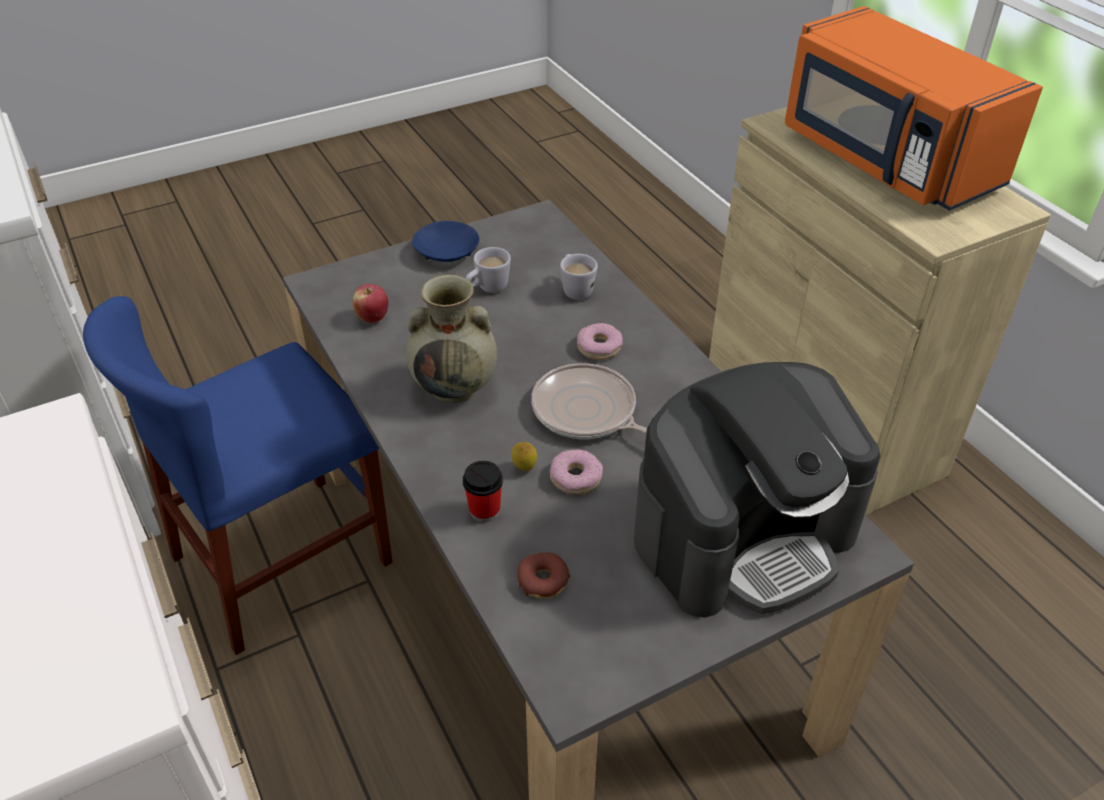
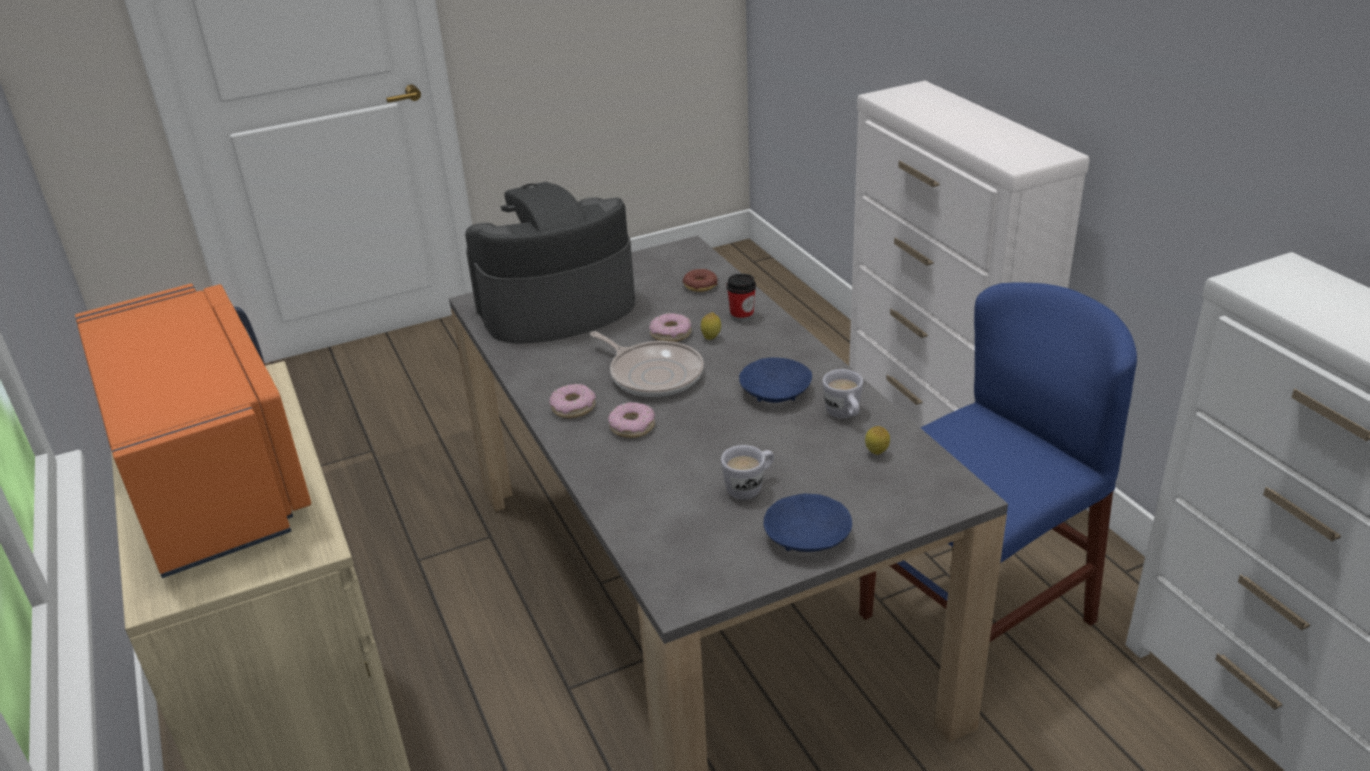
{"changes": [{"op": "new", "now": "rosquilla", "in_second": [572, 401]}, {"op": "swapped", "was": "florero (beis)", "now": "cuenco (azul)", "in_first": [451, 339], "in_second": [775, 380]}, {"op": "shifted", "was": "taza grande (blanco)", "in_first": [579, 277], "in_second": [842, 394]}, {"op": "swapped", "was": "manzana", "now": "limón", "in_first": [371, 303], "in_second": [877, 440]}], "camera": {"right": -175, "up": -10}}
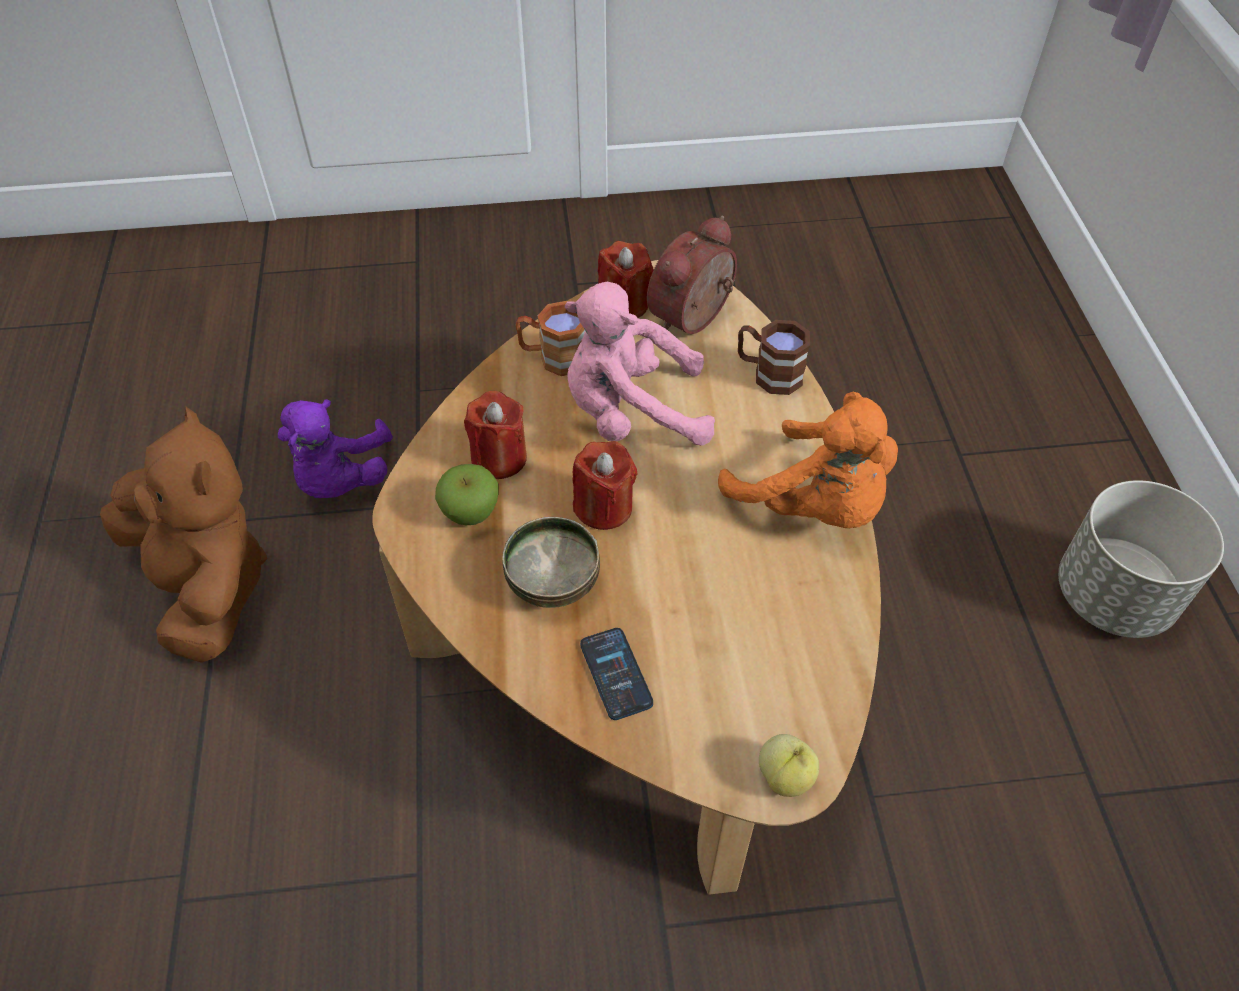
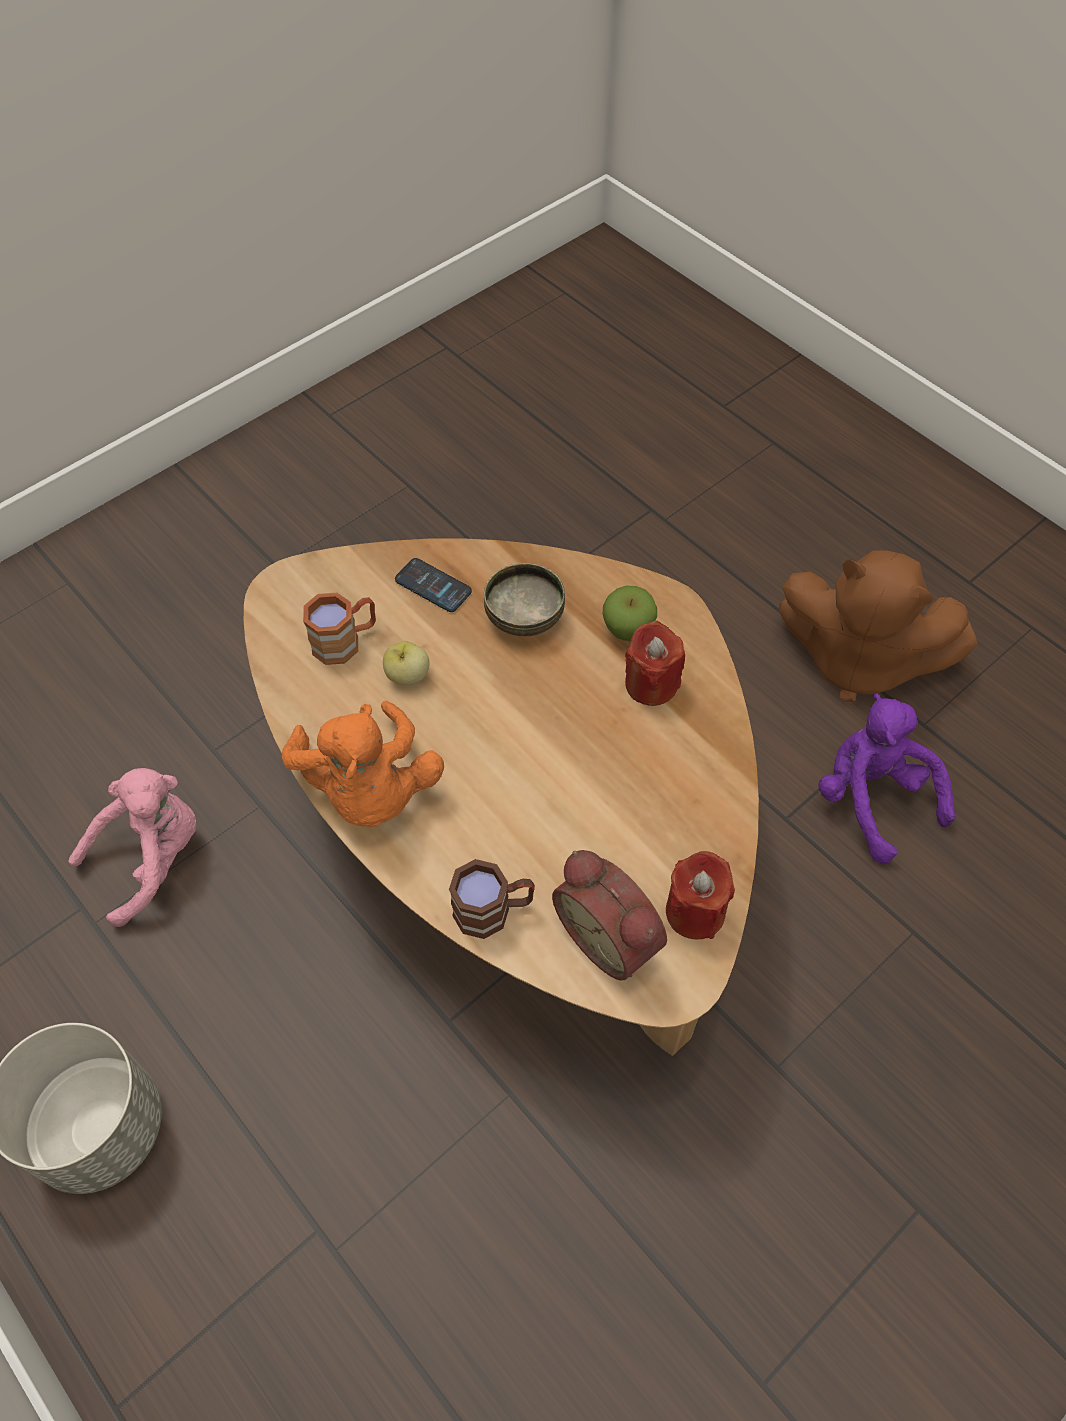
{"changes": [{"op": "shifted", "was": "peluche (rosa)", "in_first": [640, 364], "in_second": [132, 847]}, {"op": "rotated", "was": "peluche (naranja)", "in_first": [808, 460], "in_second": [363, 764], "clockwise": -120}, {"op": "shifted", "was": "taza grande (marrón)", "in_first": [550, 338], "in_second": [339, 629]}, {"op": "shifted", "was": "manzana", "in_first": [789, 765], "in_second": [406, 663]}, {"op": "rotated", "was": "despertador", "in_first": [692, 275], "in_second": [609, 915], "clockwise": 135}, {"op": "gone", "was": "vela (rojo)", "in_first": [604, 485]}], "camera": {"right": 145, "up": 5}}
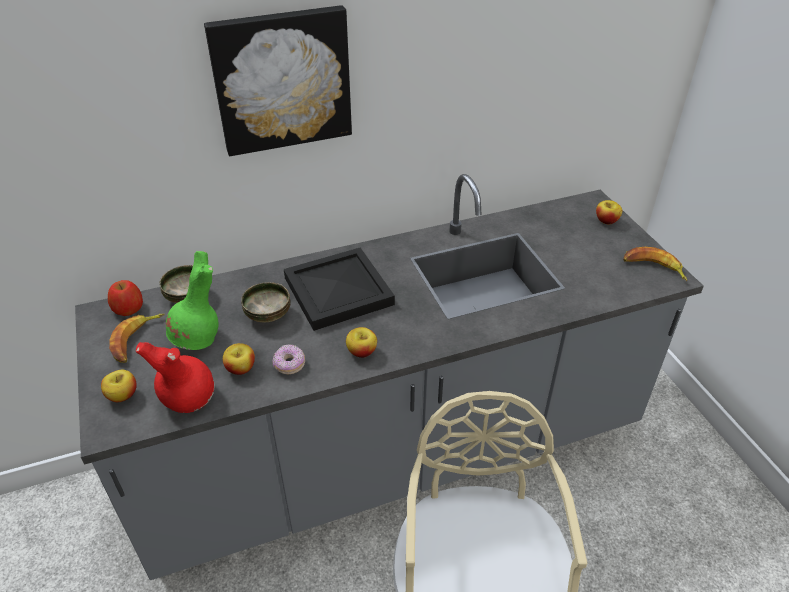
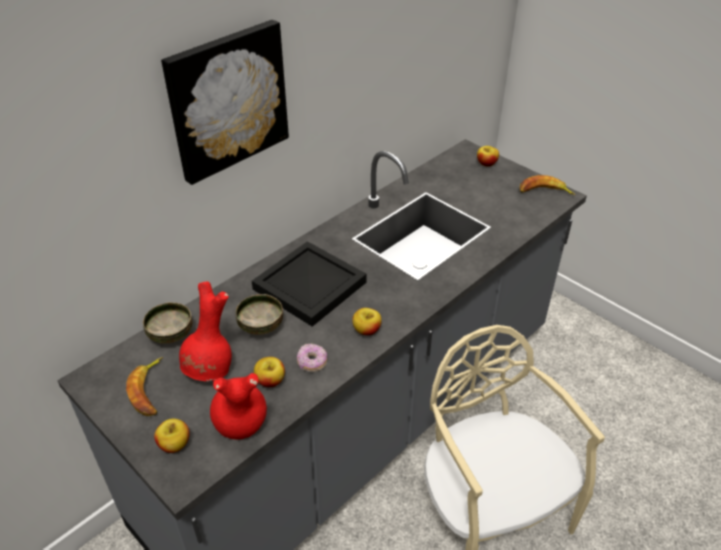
{"changes": [{"op": "repainted", "was": "florero (verde)", "now": "florero (rojo)", "in_first": [192, 300], "in_second": [205, 331]}, {"op": "gone", "was": "manzana", "in_first": [125, 298]}], "camera": {"right": -25, "up": 0}}
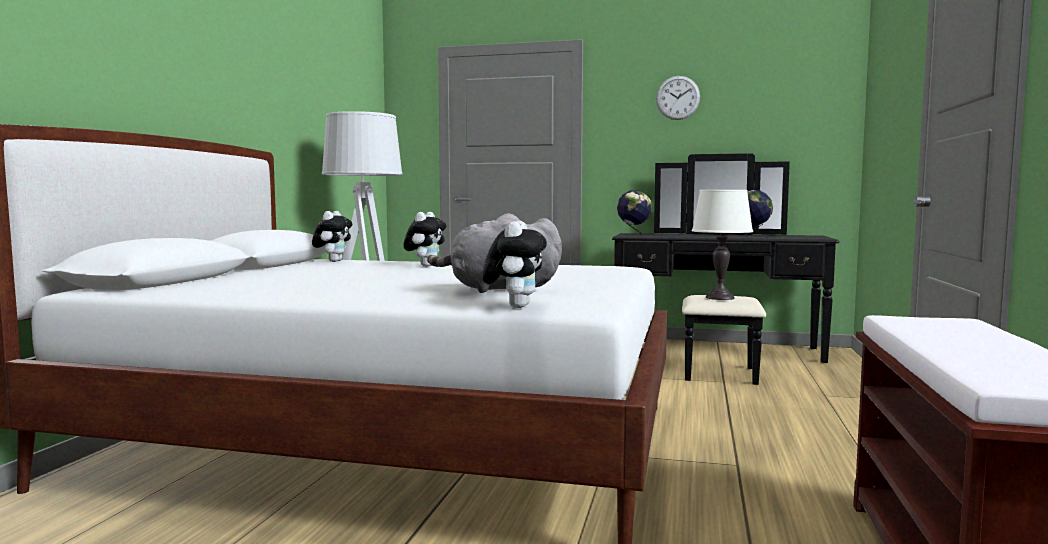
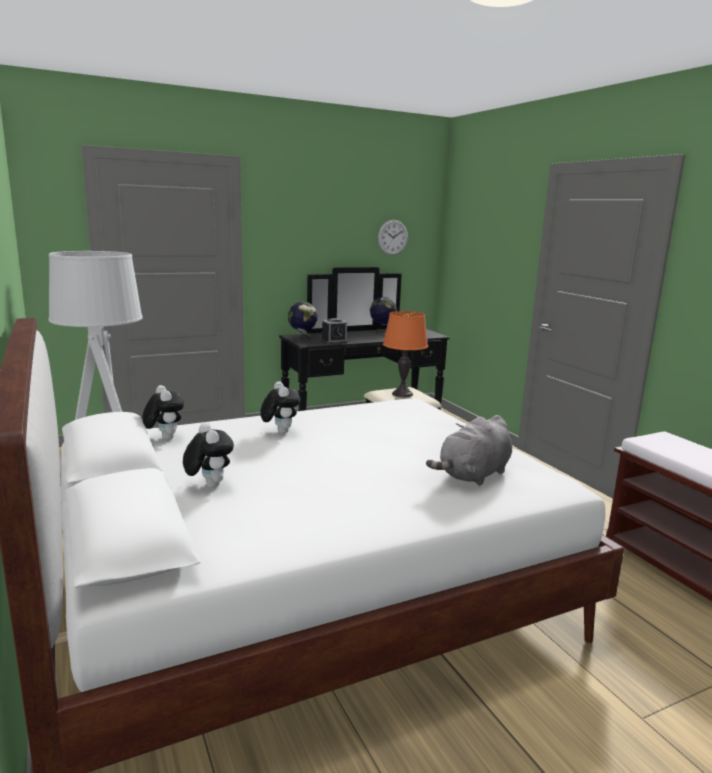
{"changes": [{"op": "shifted", "was": "peluche", "in_first": [514, 264], "in_second": [208, 455]}, {"op": "new", "now": "despertador", "in_second": [334, 331]}, {"op": "shifted", "was": "reloj de pared", "in_first": [678, 98], "in_second": [393, 237]}, {"op": "repainted", "was": "lámpara de mesa (blanco)", "now": "lámpara de mesa (naranja)", "in_first": [722, 245], "in_second": [405, 354]}], "camera": {"right": -40, "up": 10}}
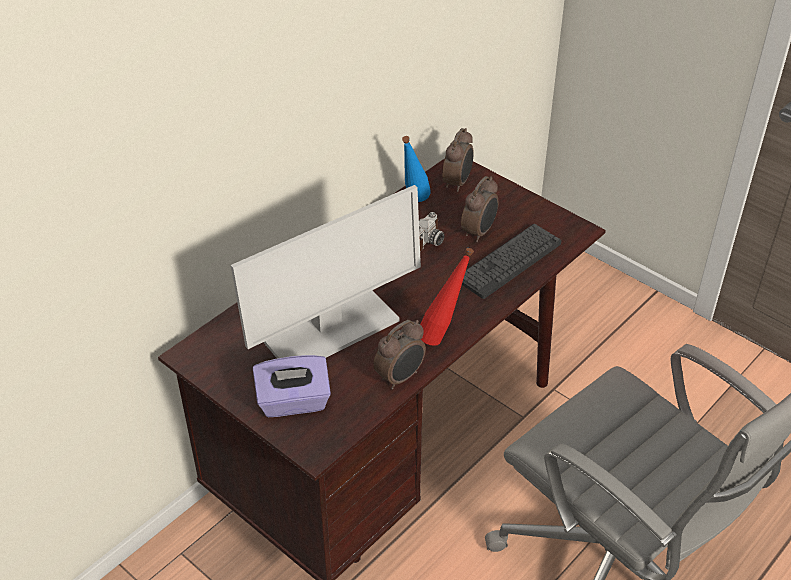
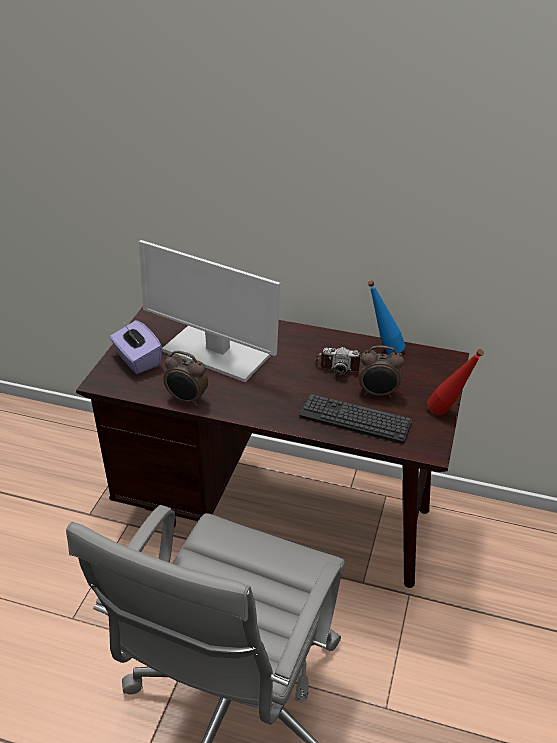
{"changes": [{"op": "shifted", "was": "botella (rojo)", "in_first": [447, 297], "in_second": [455, 382]}, {"op": "gone", "was": "despertador", "in_first": [458, 160]}], "camera": {"right": 65, "up": -5}}
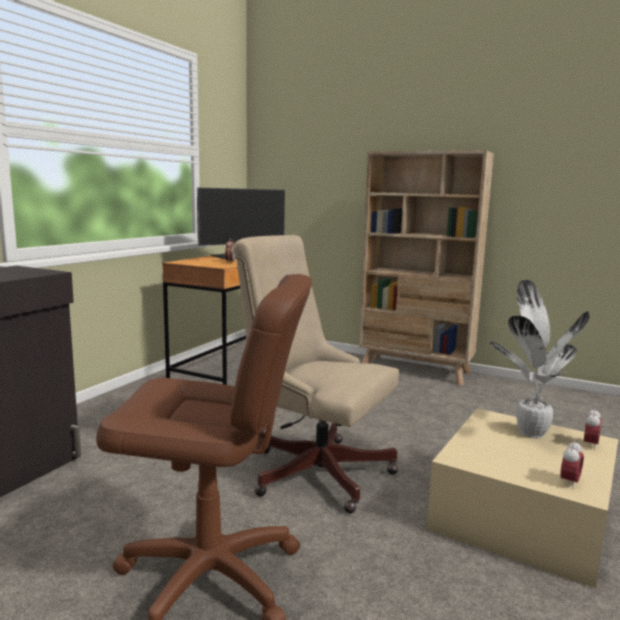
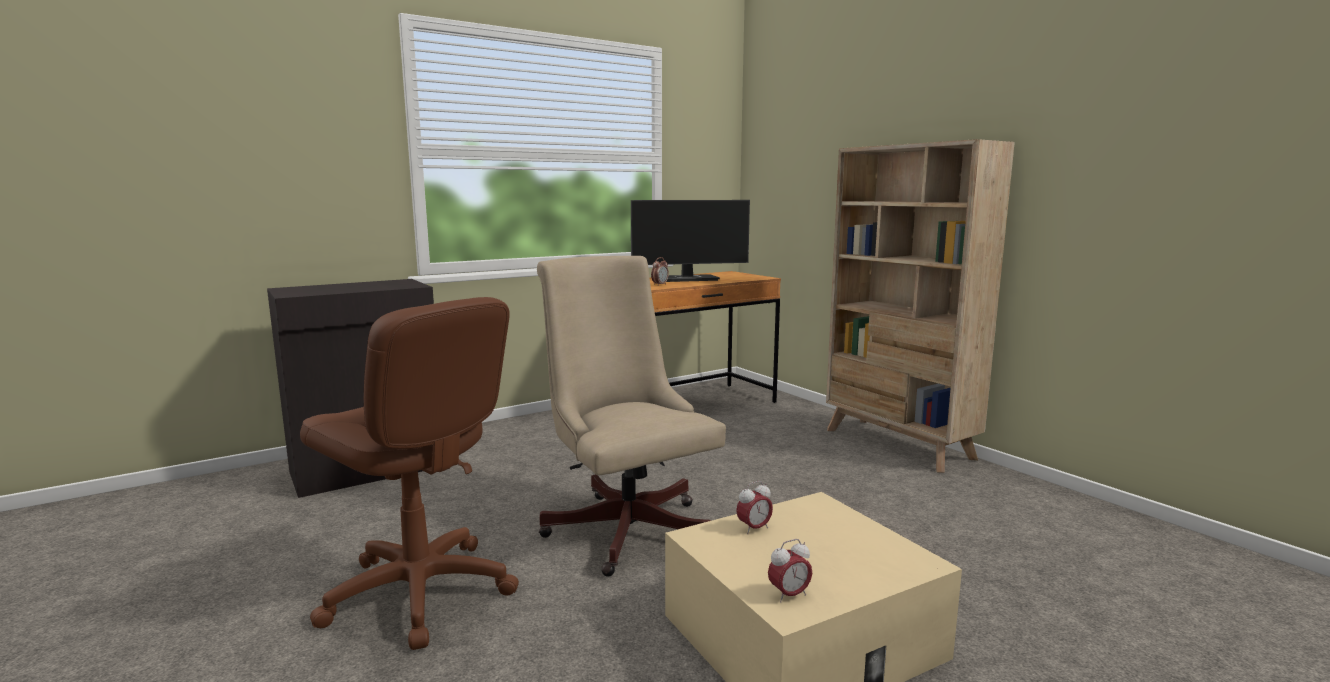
{"changes": [{"op": "shifted", "was": "despertador", "in_first": [593, 428], "in_second": [754, 507]}, {"op": "gone", "was": "planta en maceta", "in_first": [540, 358]}], "camera": {"right": 30, "up": 0}}
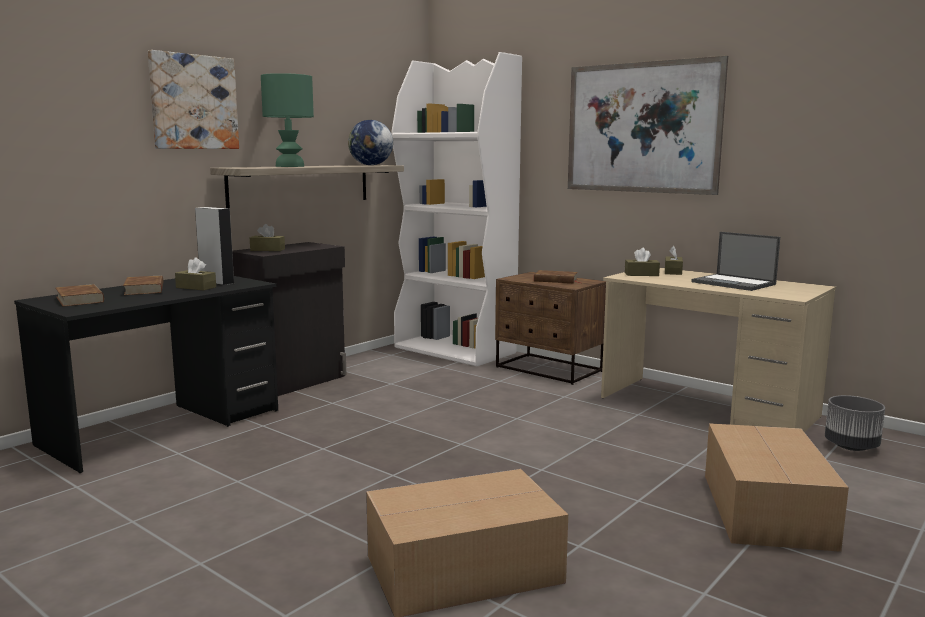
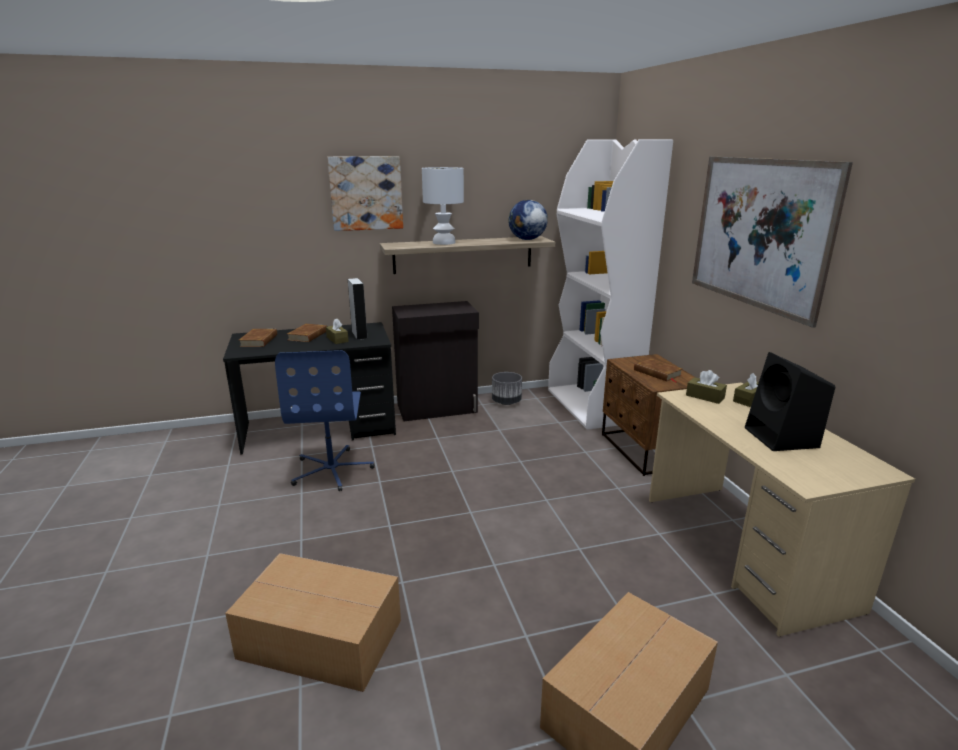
{"changes": [{"op": "new", "now": "silla de oficina (azul)", "in_second": [325, 420]}, {"op": "repainted", "was": "lámpara de mesa (verde)", "now": "lámpara de mesa (blanco)", "in_first": [287, 120], "in_second": [443, 206]}, {"op": "shifted", "was": "maceta (gris)", "in_first": [855, 423], "in_second": [507, 388]}, {"op": "swapped", "was": "portátil", "now": "altavoz (negro)", "in_first": [735, 261], "in_second": [790, 401]}, {"op": "gone", "was": "caja de pañuelos (marrón)", "in_first": [267, 237]}], "camera": {"right": 35, "up": 10}}
